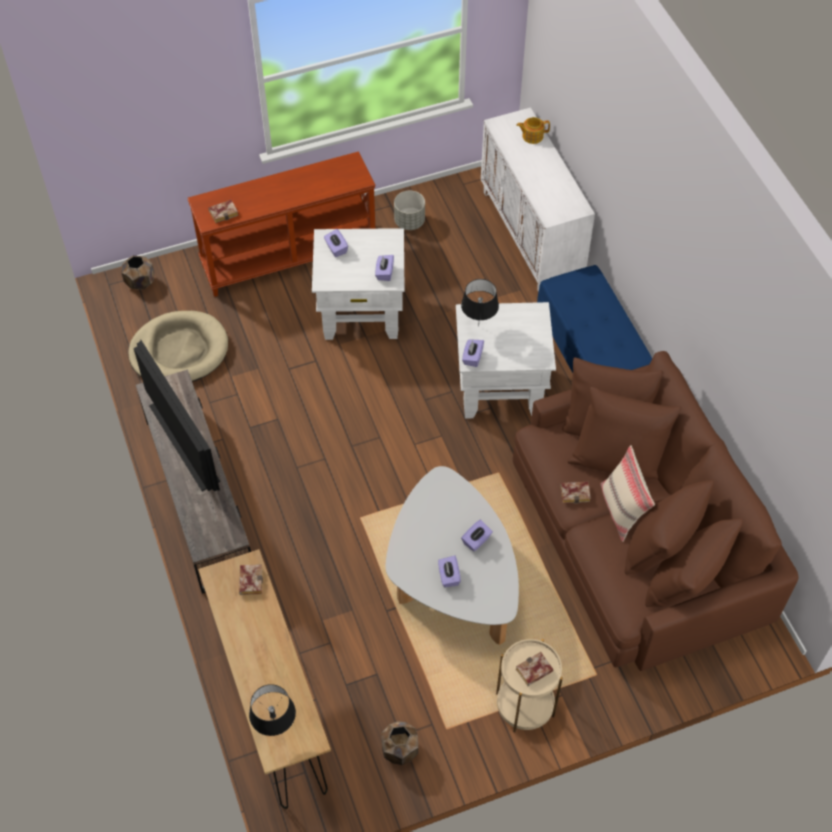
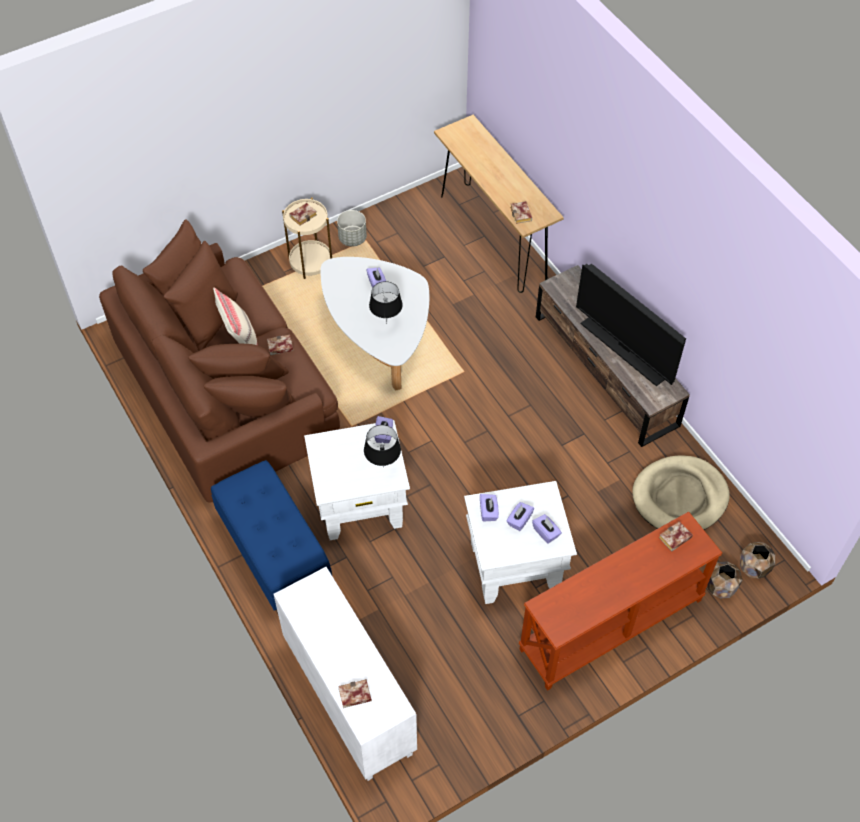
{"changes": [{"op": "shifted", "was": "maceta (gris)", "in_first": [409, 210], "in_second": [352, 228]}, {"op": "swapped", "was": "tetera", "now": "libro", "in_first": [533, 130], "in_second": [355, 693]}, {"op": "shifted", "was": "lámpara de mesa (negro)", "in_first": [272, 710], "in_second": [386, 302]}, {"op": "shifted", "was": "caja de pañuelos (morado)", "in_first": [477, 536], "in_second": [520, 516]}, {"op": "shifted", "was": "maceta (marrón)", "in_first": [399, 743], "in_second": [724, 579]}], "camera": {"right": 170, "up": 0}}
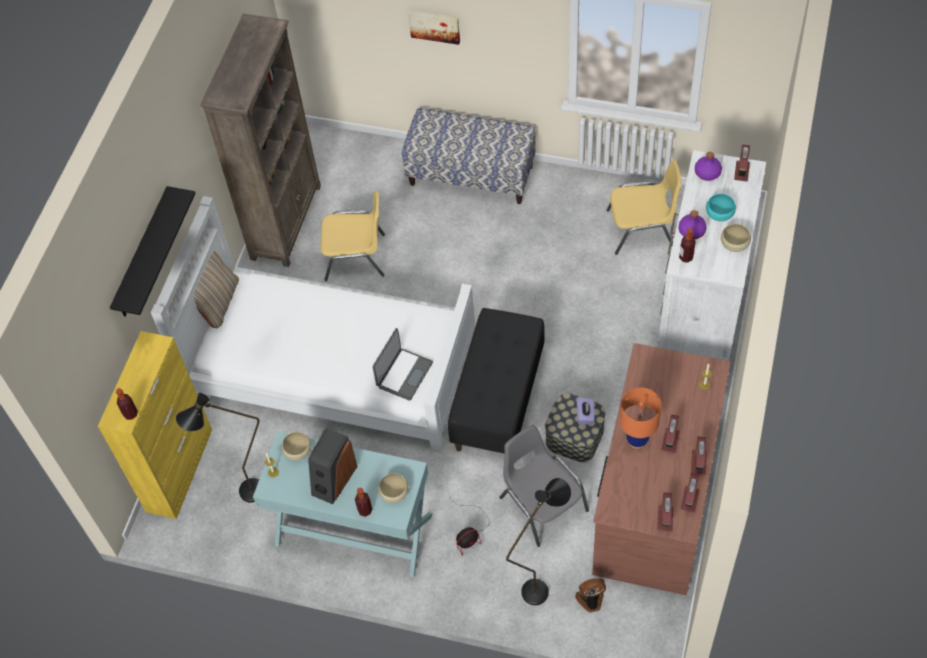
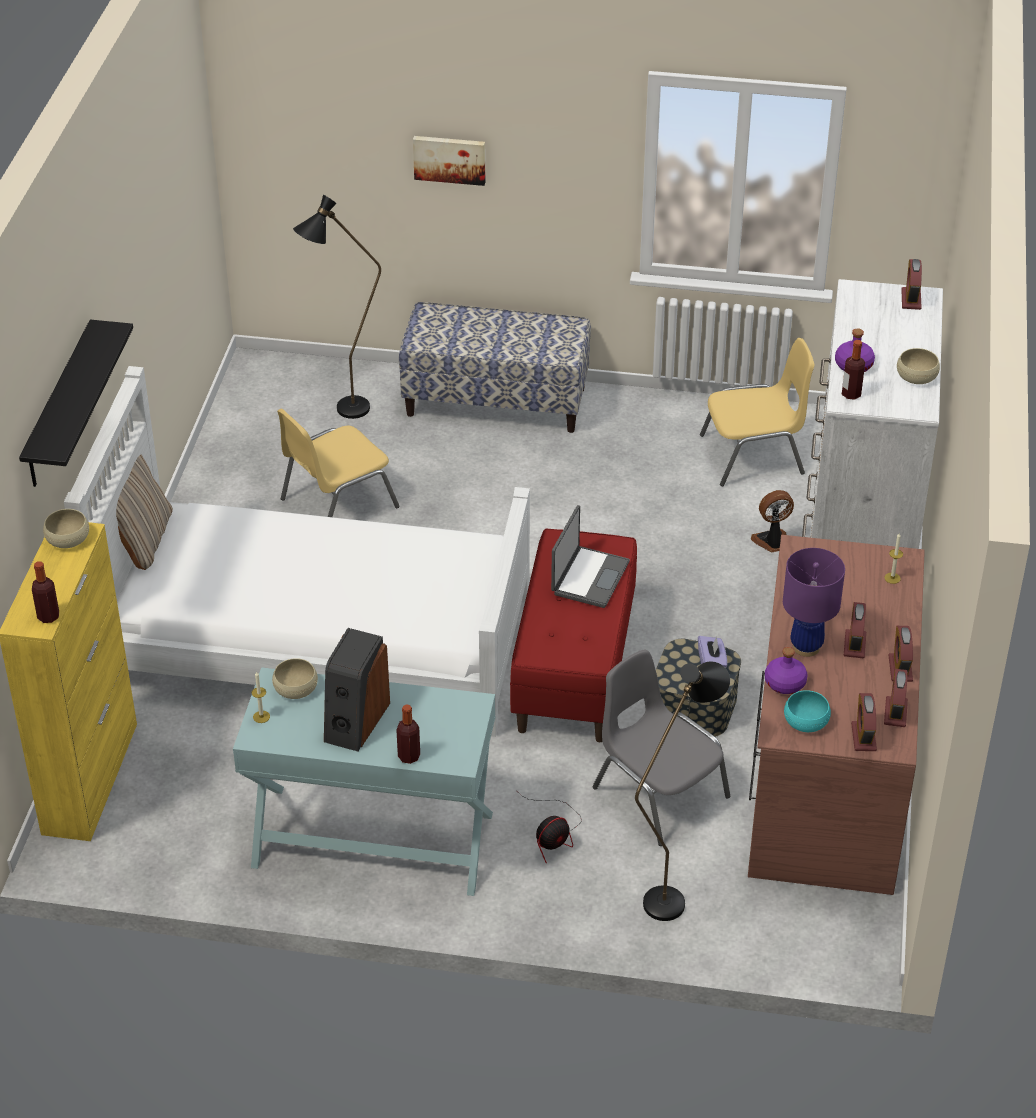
{"changes": [{"op": "shifted", "was": "cuenco (beis)", "in_first": [393, 488], "in_second": [66, 528]}, {"op": "rotated", "was": "silla (amarillo)", "in_first": [352, 236], "in_second": [338, 462], "clockwise": 150}, {"op": "shifted", "was": "lámpara de pie (negro)", "in_first": [218, 448], "in_second": [337, 307]}, {"op": "repainted", "was": "banco (negro)", "now": "banco (rojo)", "in_first": [496, 381], "in_second": [573, 635]}, {"op": "shifted", "was": "portátil", "in_first": [403, 364], "in_second": [590, 556]}, {"op": "shifted", "was": "ventilador", "in_first": [590, 595], "in_second": [772, 521]}, {"op": "shifted", "was": "botella (morado)", "in_first": [708, 166], "in_second": [786, 670]}, {"op": "repainted", "was": "lámpara de mesa (naranja)", "now": "lámpara de mesa (morado)", "in_first": [640, 418], "in_second": [814, 602]}, {"op": "shifted", "was": "cuenco (turquesa)", "in_first": [721, 207], "in_second": [807, 711]}, {"op": "gone", "was": "estantería (marrón)", "in_first": [260, 140]}], "camera": {"right": -10, "up": -15}}
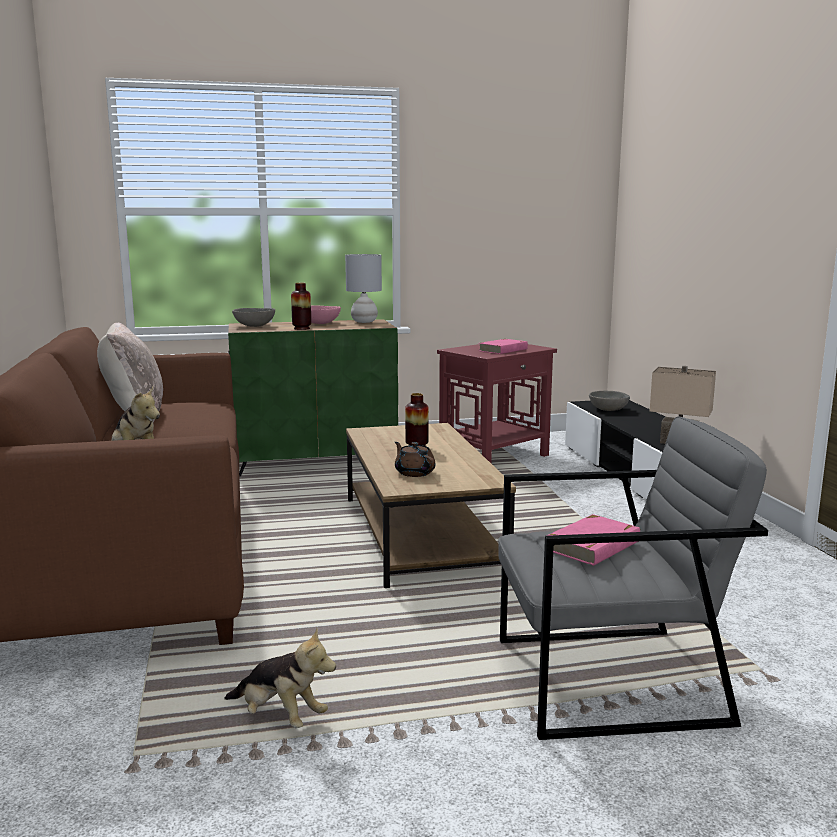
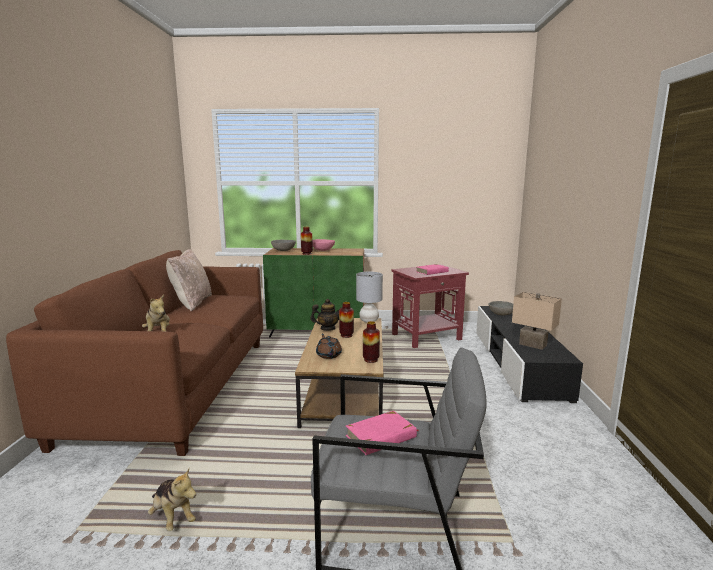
{"changes": [{"op": "new", "now": "tetera", "in_second": [326, 315]}, {"op": "shifted", "was": "lámpara de mesa (gris)", "in_first": [363, 288], "in_second": [369, 297]}, {"op": "new", "now": "florero", "in_second": [371, 342]}], "camera": {"right": 15, "up": 0}}
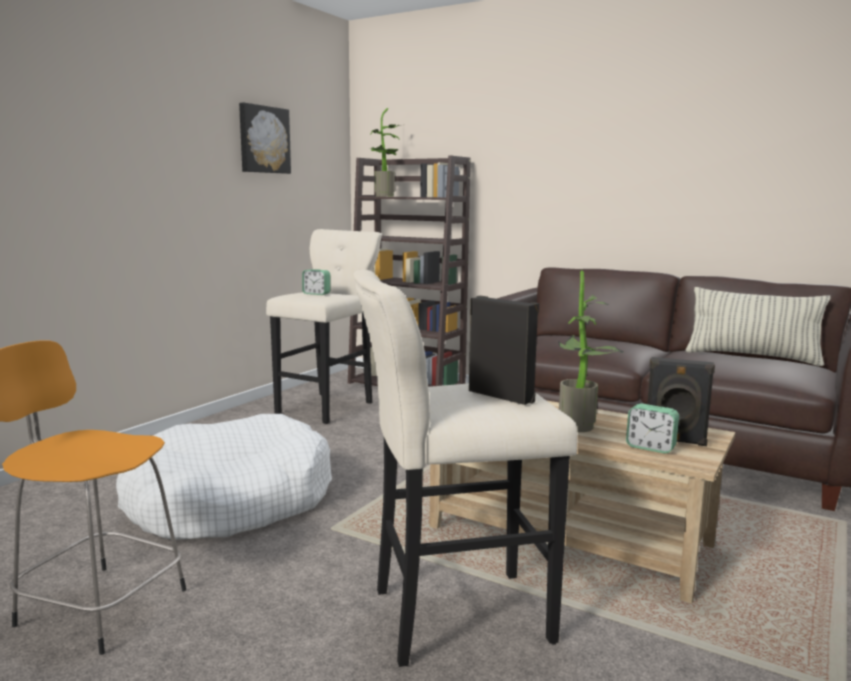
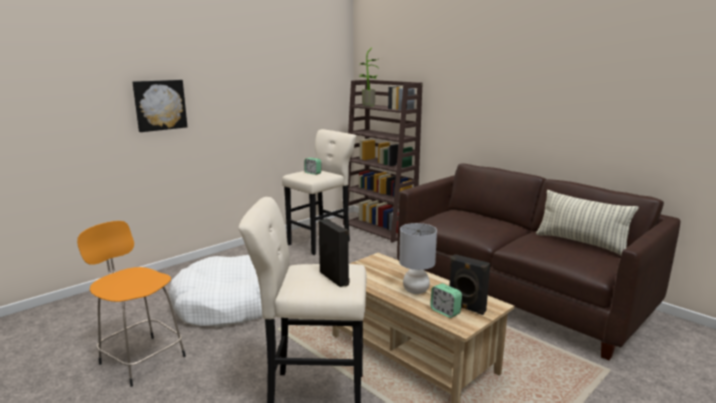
{"changes": [{"op": "shifted", "was": "cuadro", "in_first": [265, 138], "in_second": [159, 106]}, {"op": "swapped", "was": "planta en maceta", "now": "lámpara de mesa (gris)", "in_first": [590, 351], "in_second": [418, 258]}], "camera": {"right": 15, "up": 5}}
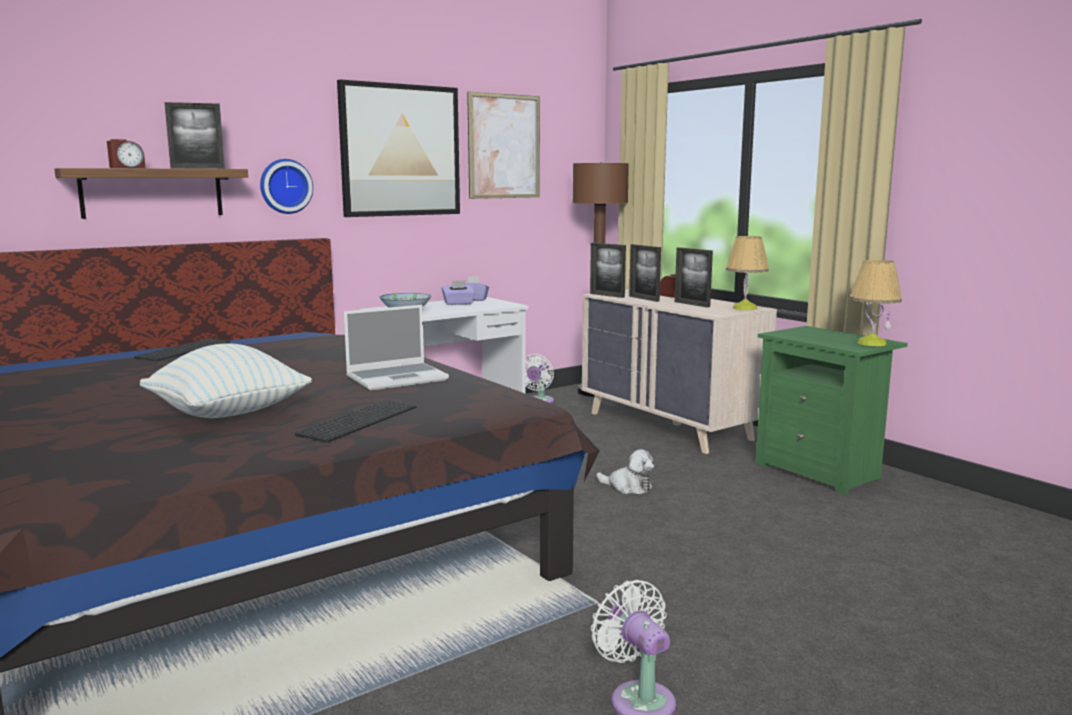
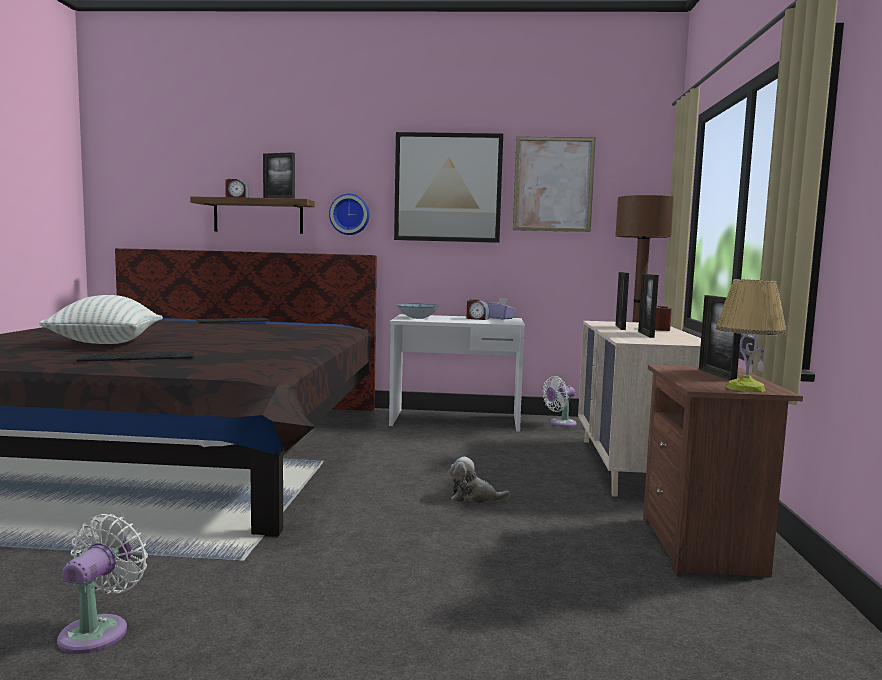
{"changes": [{"op": "rotated", "was": "peluche", "in_first": [625, 471], "in_second": [479, 480], "clockwise": 120}, {"op": "swapped", "was": "caja de pañuelos (morado)", "now": "despertador", "in_first": [458, 292], "in_second": [477, 309]}, {"op": "repainted", "was": "mesita de noche (verde)", "now": "mesita de noche (marrón)", "in_first": [832, 411], "in_second": [723, 471]}, {"op": "shifted", "was": "portarretratos", "in_first": [608, 270], "in_second": [720, 337]}, {"op": "gone", "was": "portátil", "in_first": [396, 348]}, {"op": "gone", "was": "lámpara de mesa", "in_first": [747, 273]}], "camera": {"right": 40, "up": -5}}
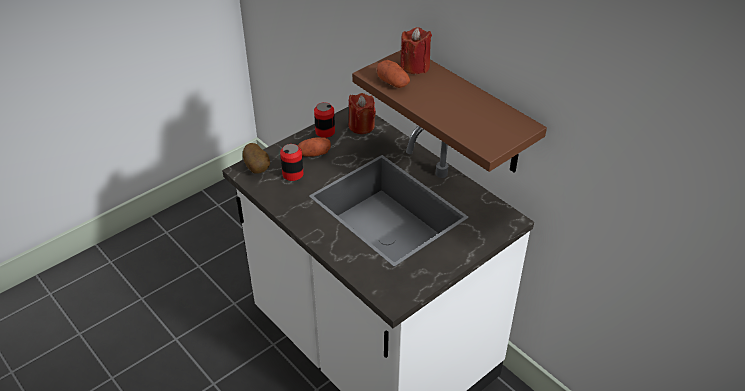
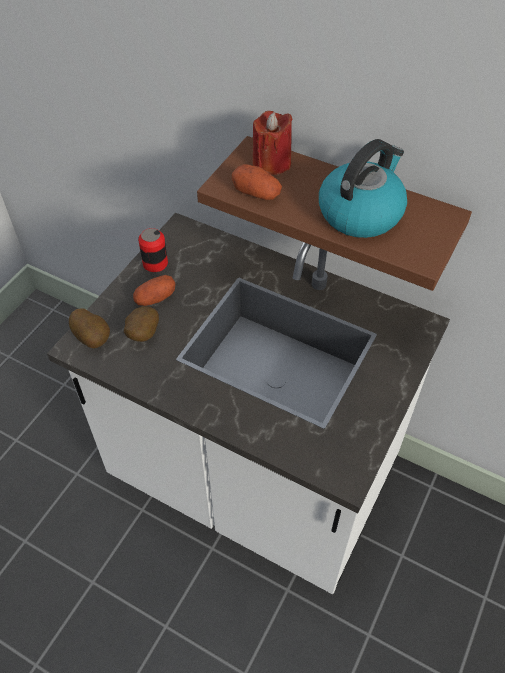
{"changes": [{"op": "swapped", "was": "lata", "now": "patata", "in_first": [291, 162], "in_second": [141, 324]}, {"op": "new", "now": "hervidor", "in_second": [363, 188]}, {"op": "gone", "was": "vela (rojo)", "in_first": [362, 113]}], "camera": {"right": -20, "up": 10}}
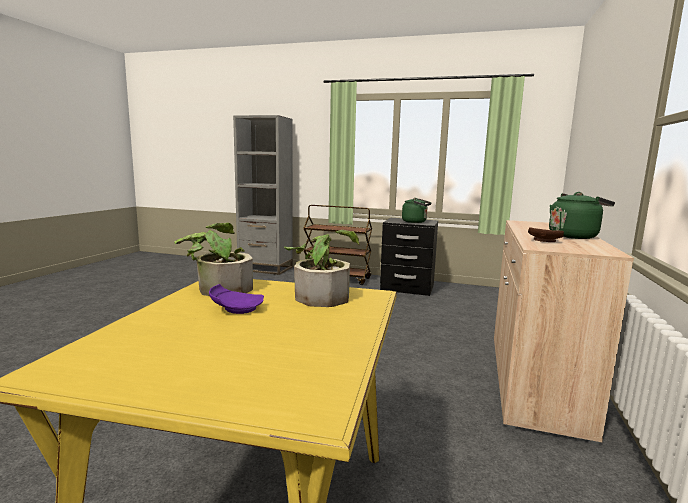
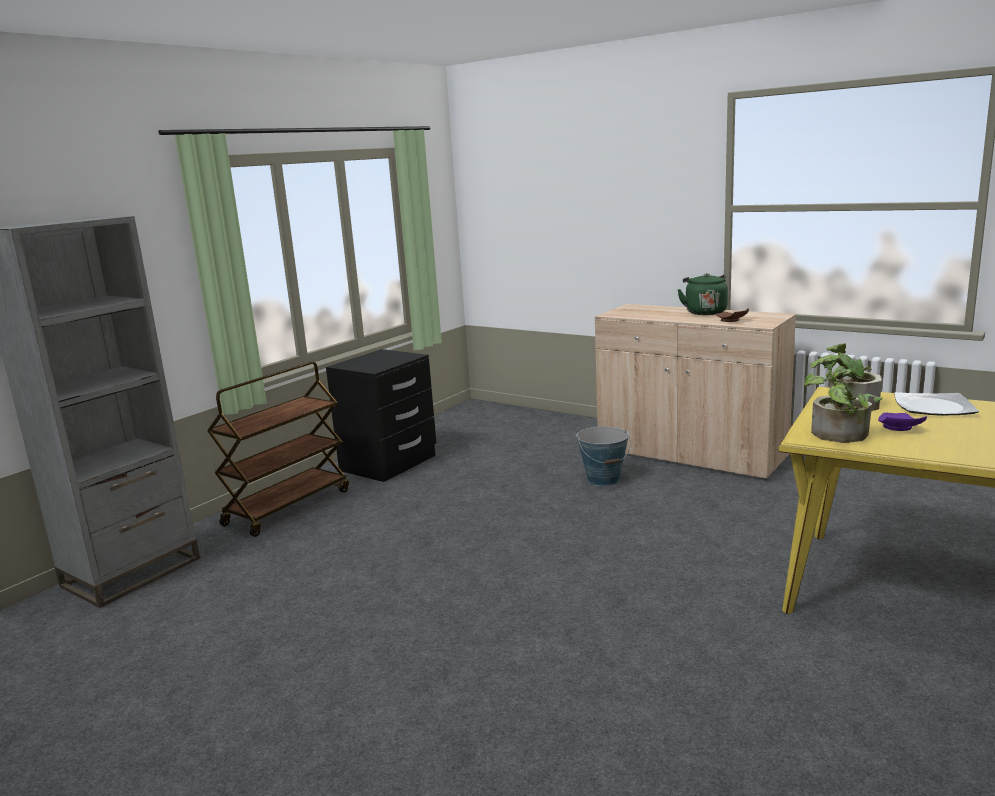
{"changes": [{"op": "new", "now": "cubo", "in_second": [604, 456]}, {"op": "new", "now": "plato", "in_second": [936, 404]}, {"op": "gone", "was": "hervidor (verde)", "in_first": [416, 210]}], "camera": {"right": -70, "up": 5}}
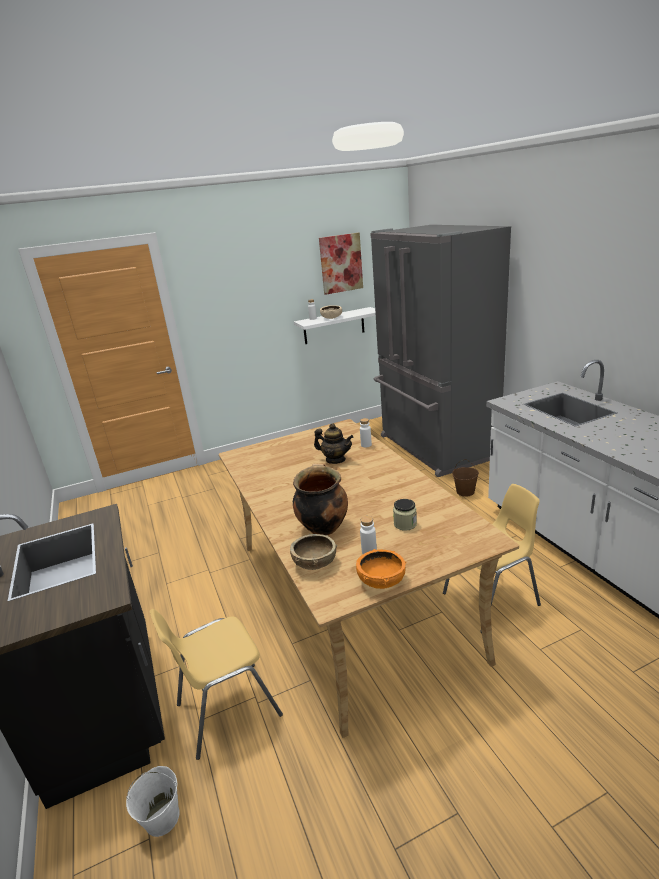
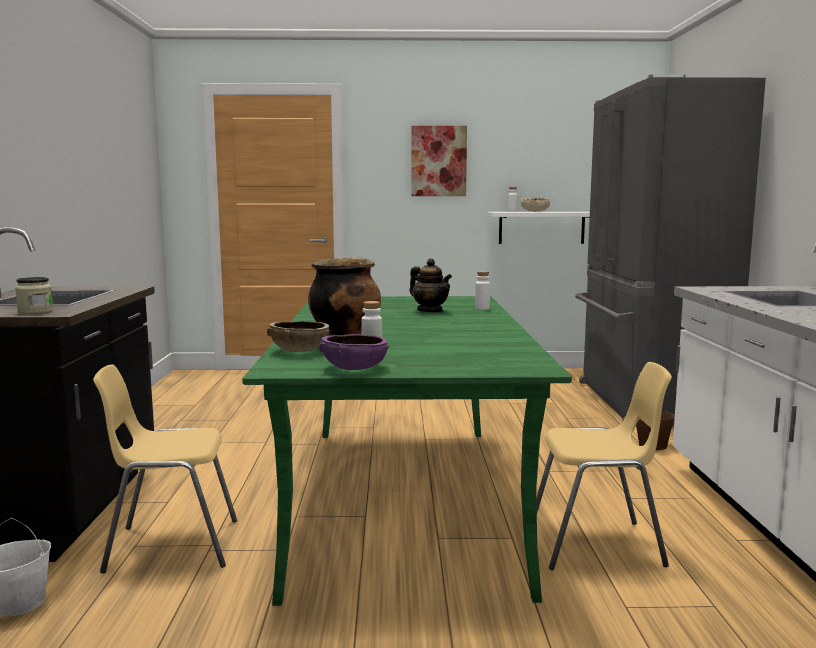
{"changes": [{"op": "shifted", "was": "tarro", "in_first": [405, 515], "in_second": [34, 295]}, {"op": "repainted", "was": "mesa de comedor (beis)", "now": "mesa de comedor (verde)", "in_first": [369, 578], "in_second": [407, 451]}, {"op": "repainted", "was": "cuenco (naranja)", "now": "cuenco (morado)", "in_first": [381, 569], "in_second": [354, 352]}, {"op": "shifted", "was": "cuadro", "in_first": [341, 264], "in_second": [439, 161]}], "camera": {"right": 20, "up": -15}}
